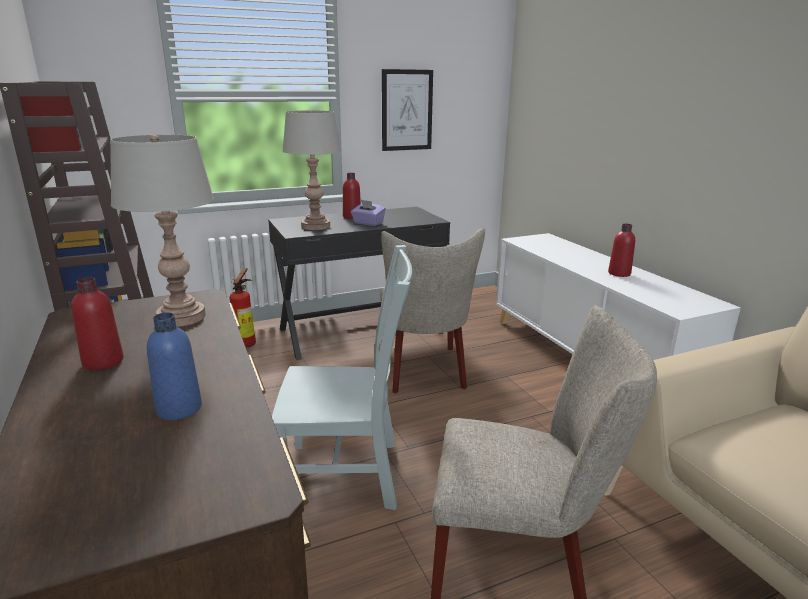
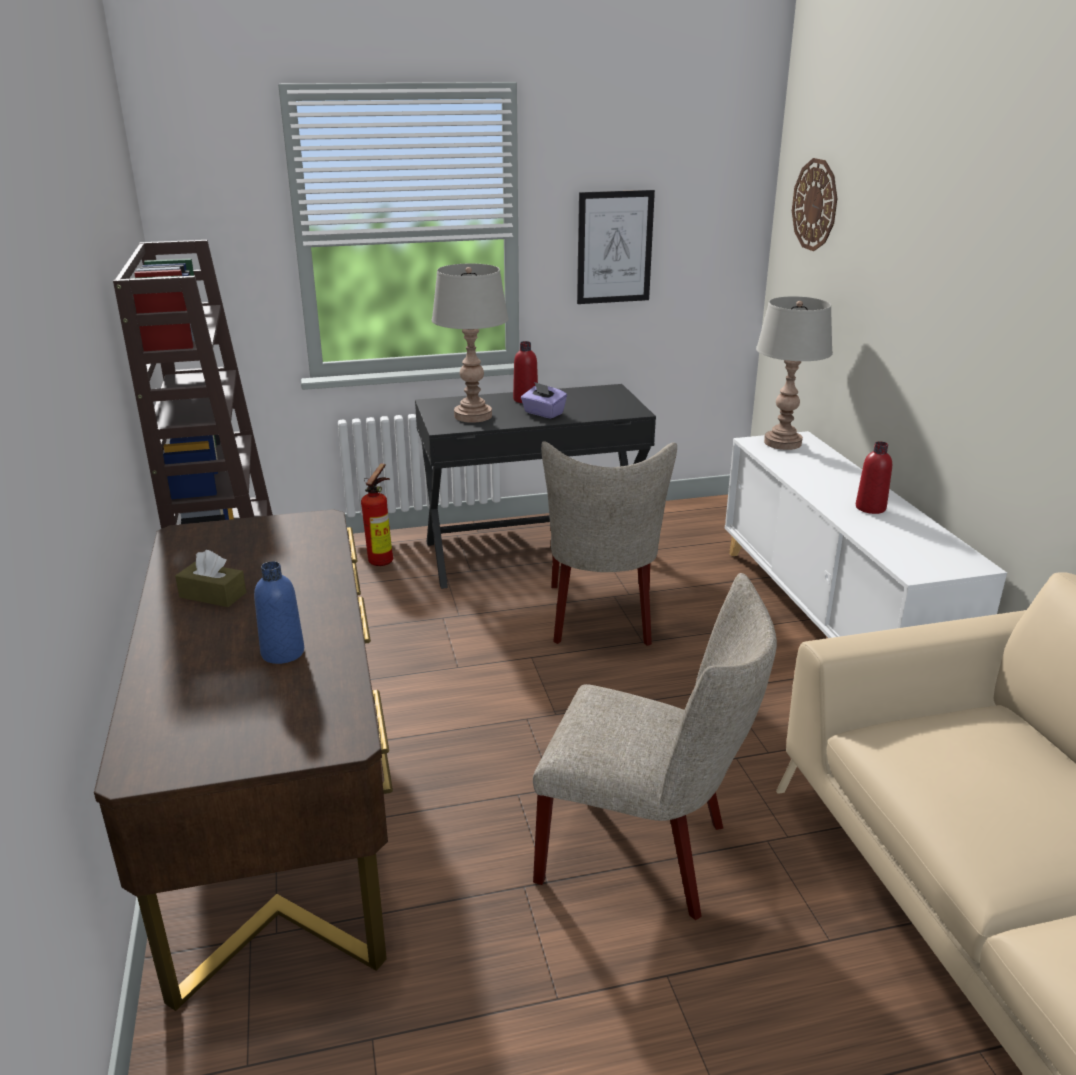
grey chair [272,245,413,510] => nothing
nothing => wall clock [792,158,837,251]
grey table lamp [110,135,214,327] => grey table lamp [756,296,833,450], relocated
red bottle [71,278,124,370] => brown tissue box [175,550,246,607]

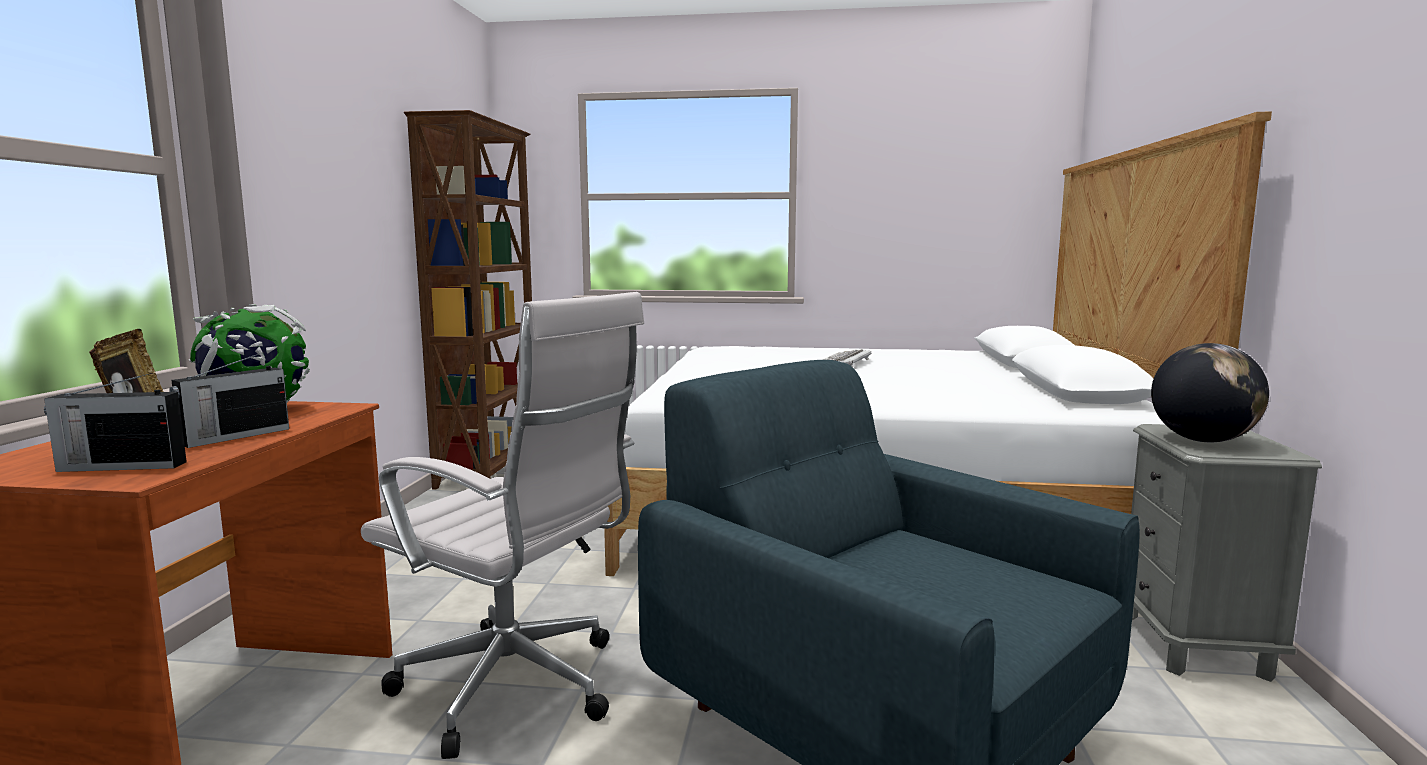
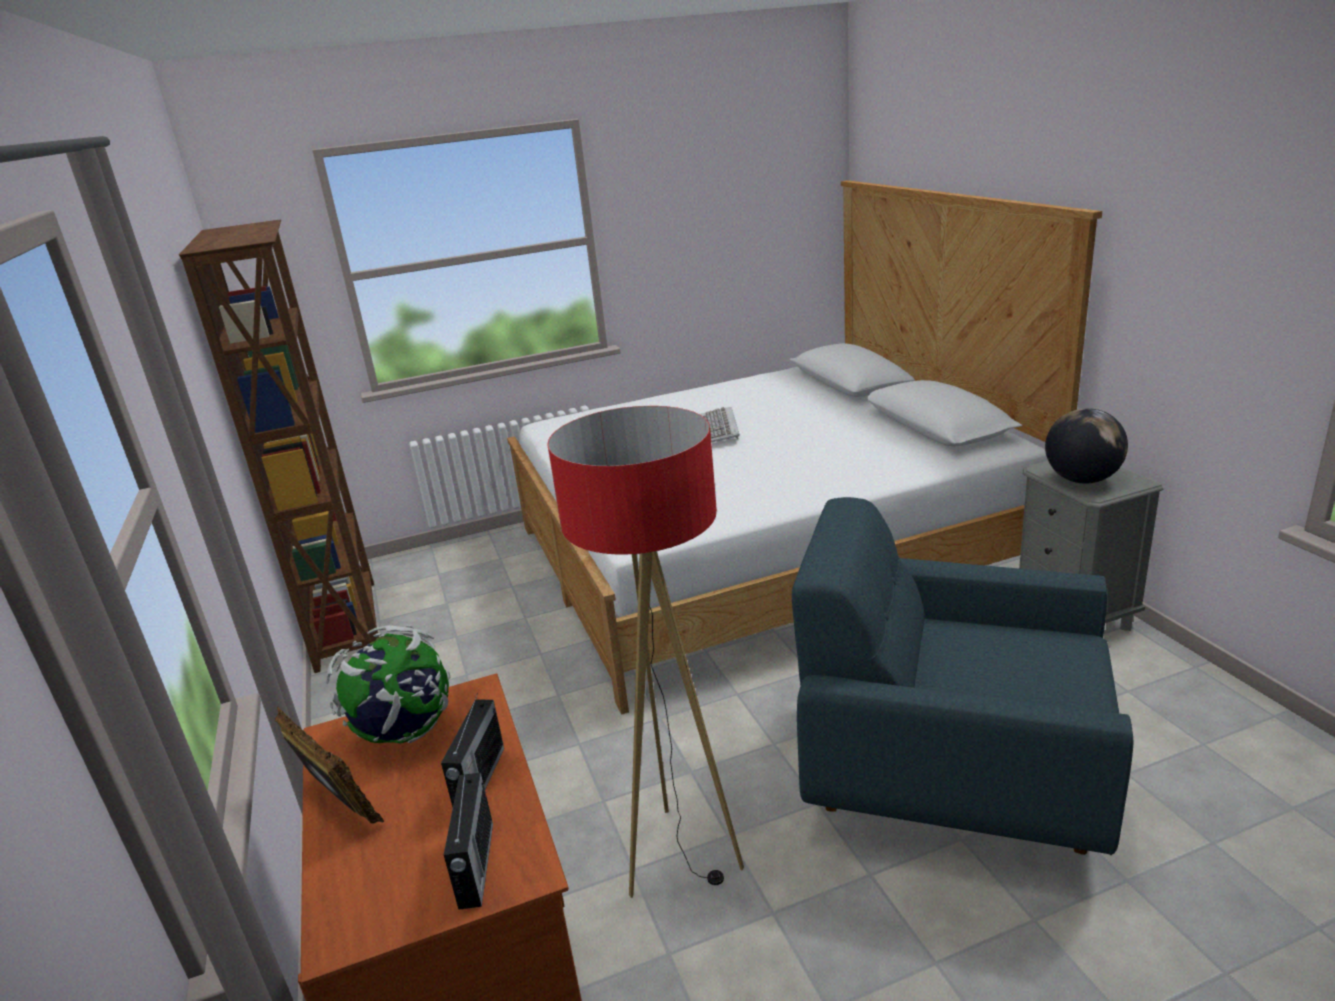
white office chair [361,292,644,759] => floor lamp [547,406,744,898]
radio [44,373,187,472] => radio [444,768,493,910], 60 degrees counterclockwise

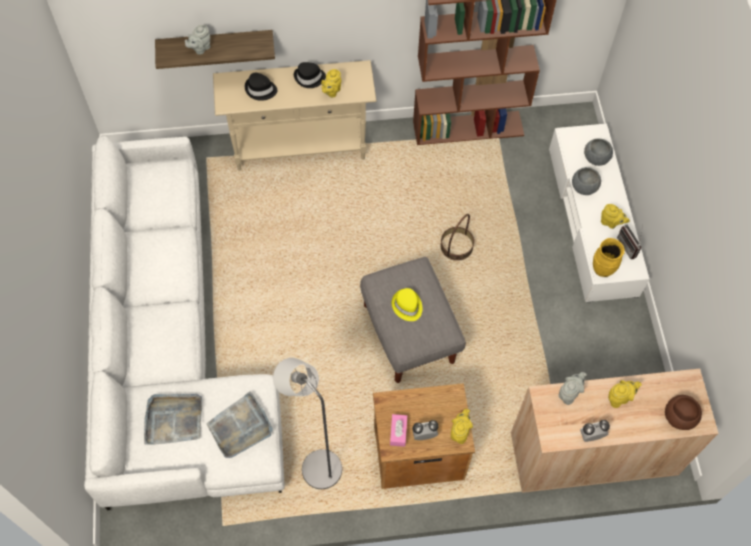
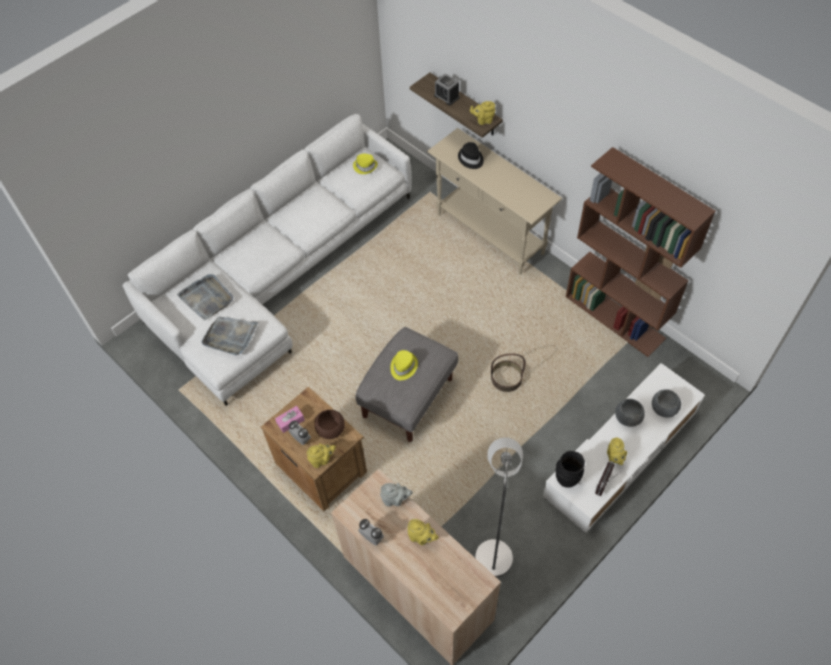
black hat [294,62,326,88] => nothing
nothing => yellow hat [353,154,378,174]
grey floor lamp [273,358,342,489] => grey floor lamp [475,437,523,577], relocated
yellow teapot [321,69,341,98] => yellow teapot [470,101,495,125], relocated
brown bowl [665,395,702,430] => brown bowl [314,410,345,439], relocated
grey teapot [185,25,210,55] => alarm clock [434,73,460,106]
yellow vase [593,238,625,277] => black vase [556,451,585,487]

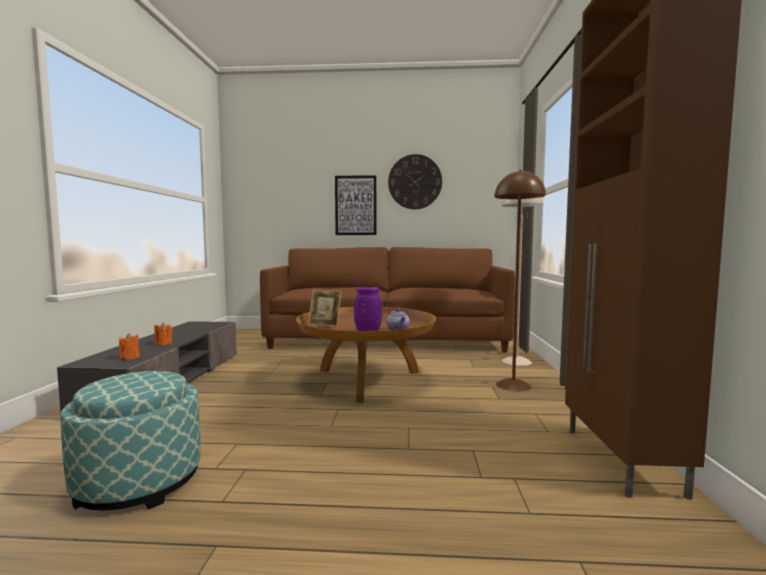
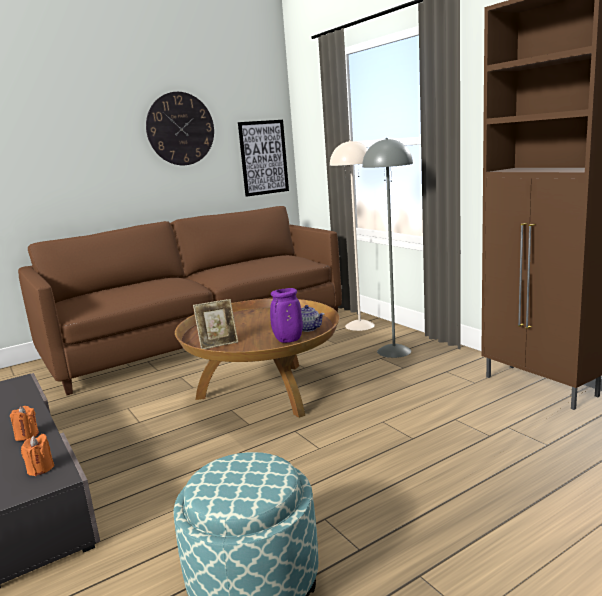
picture [335,175,376,235] => picture [238,120,289,197], relocated
brown floor lamp [494,170,546,392] => grey floor lamp [362,138,413,358]

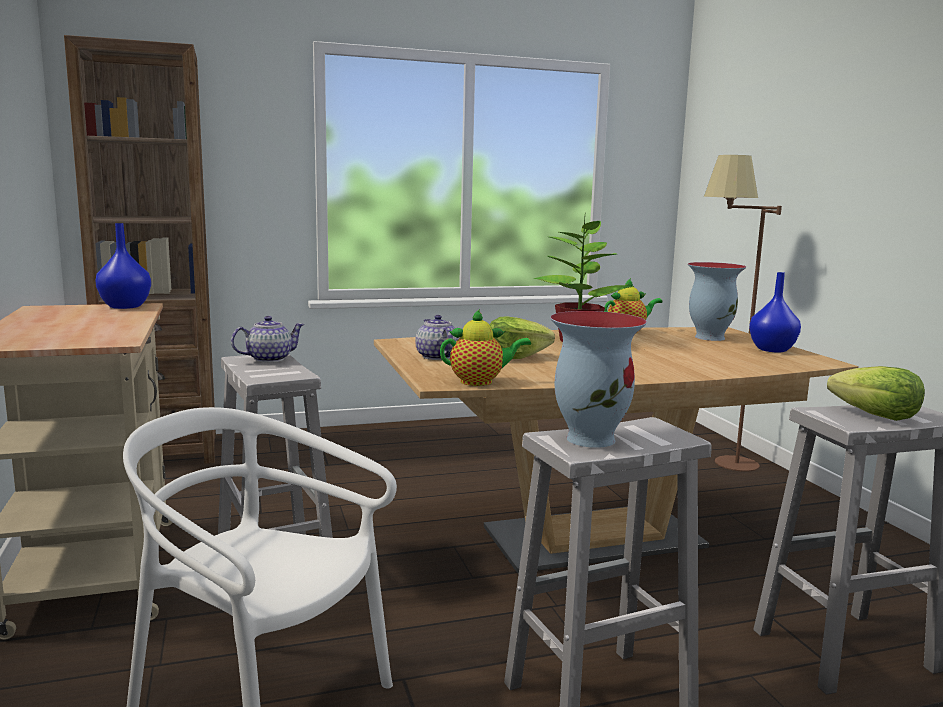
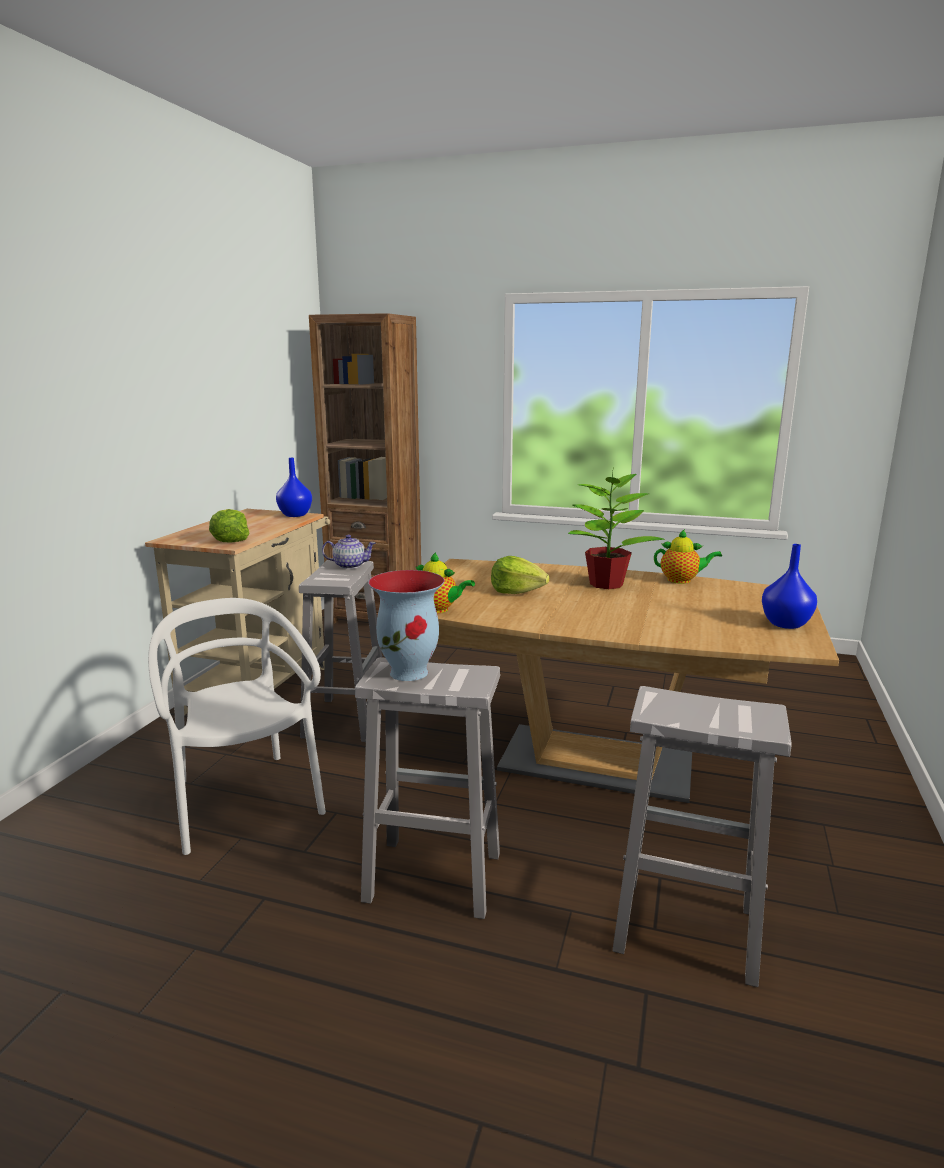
teapot [415,315,459,360] => nothing
vase [688,262,746,341] => nothing
brown floor lamp [704,155,782,472] => nothing
lettuce [827,366,925,421] => lettuce [209,509,249,543], relocated

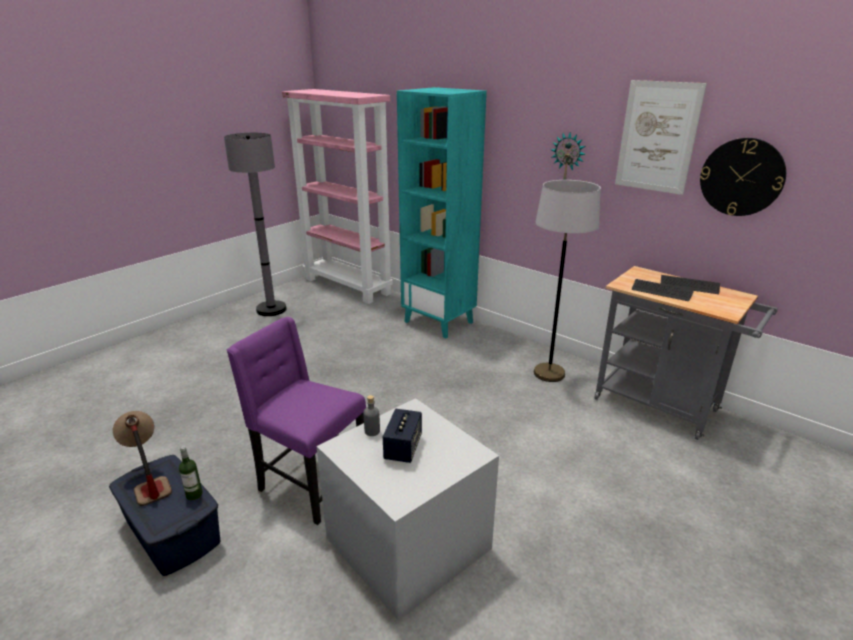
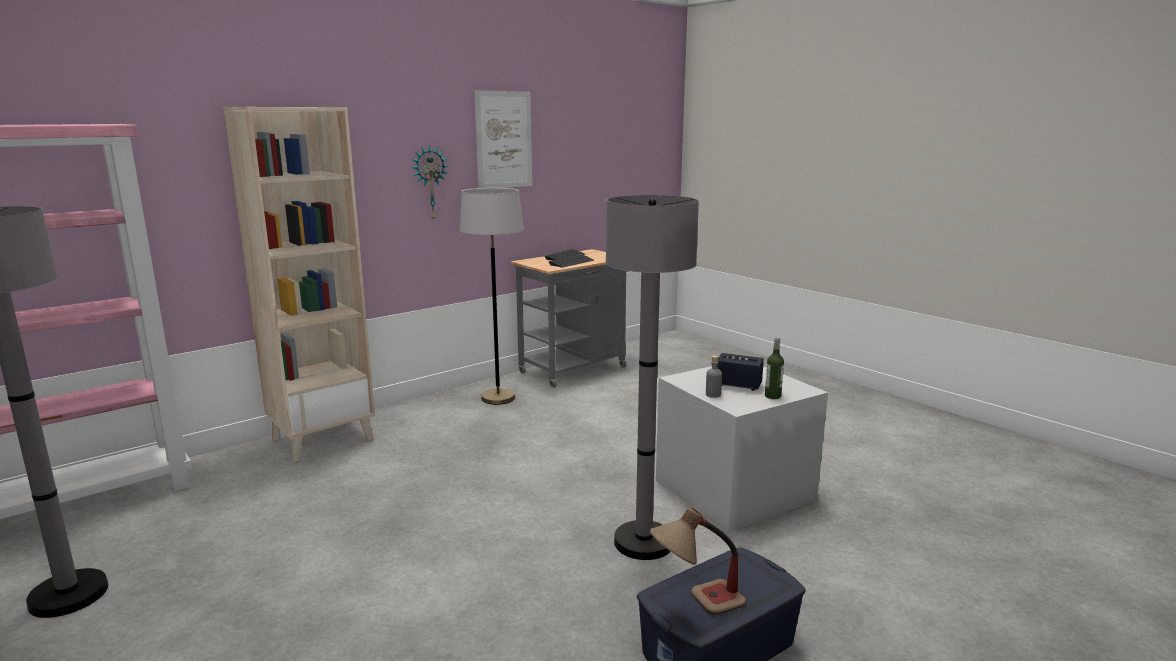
wall clock [700,138,786,216] => nothing
bottle [179,446,203,500] => bottle [765,337,784,399], relocated
purple chair [227,317,366,525] => grey floor lamp [606,195,699,560]
turquoise bookcase [397,87,487,339] => beige bookcase [223,107,375,462]

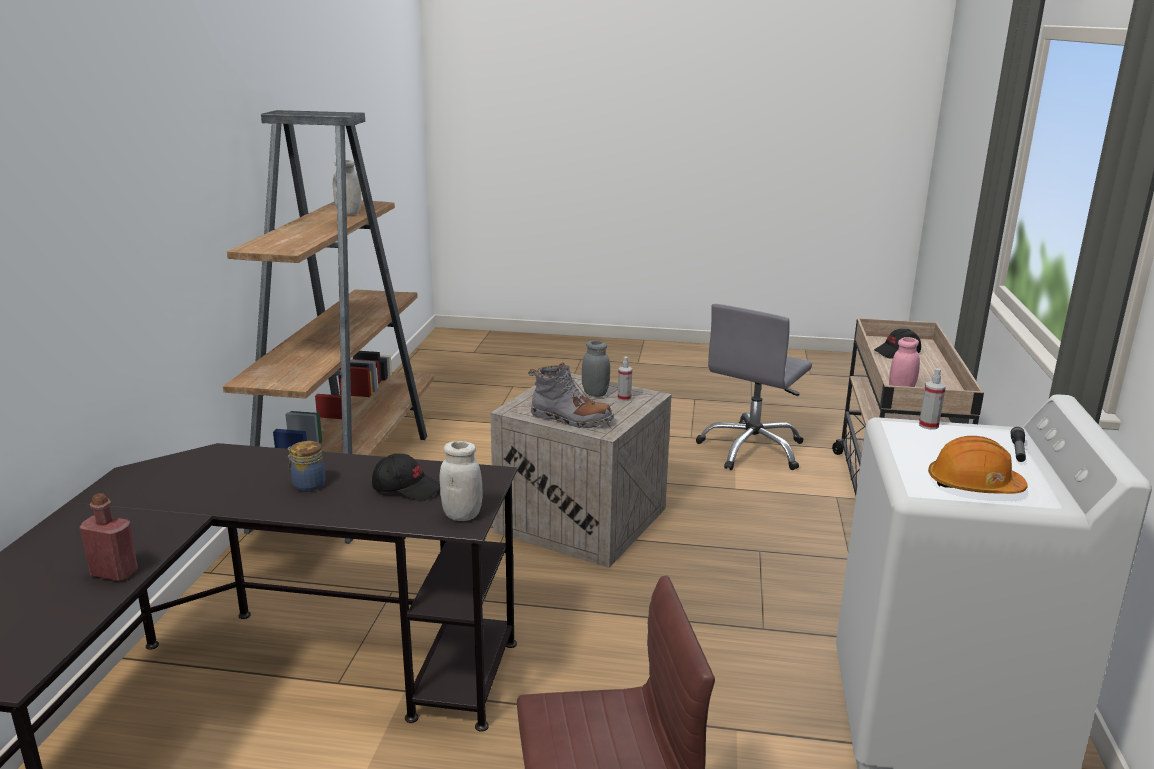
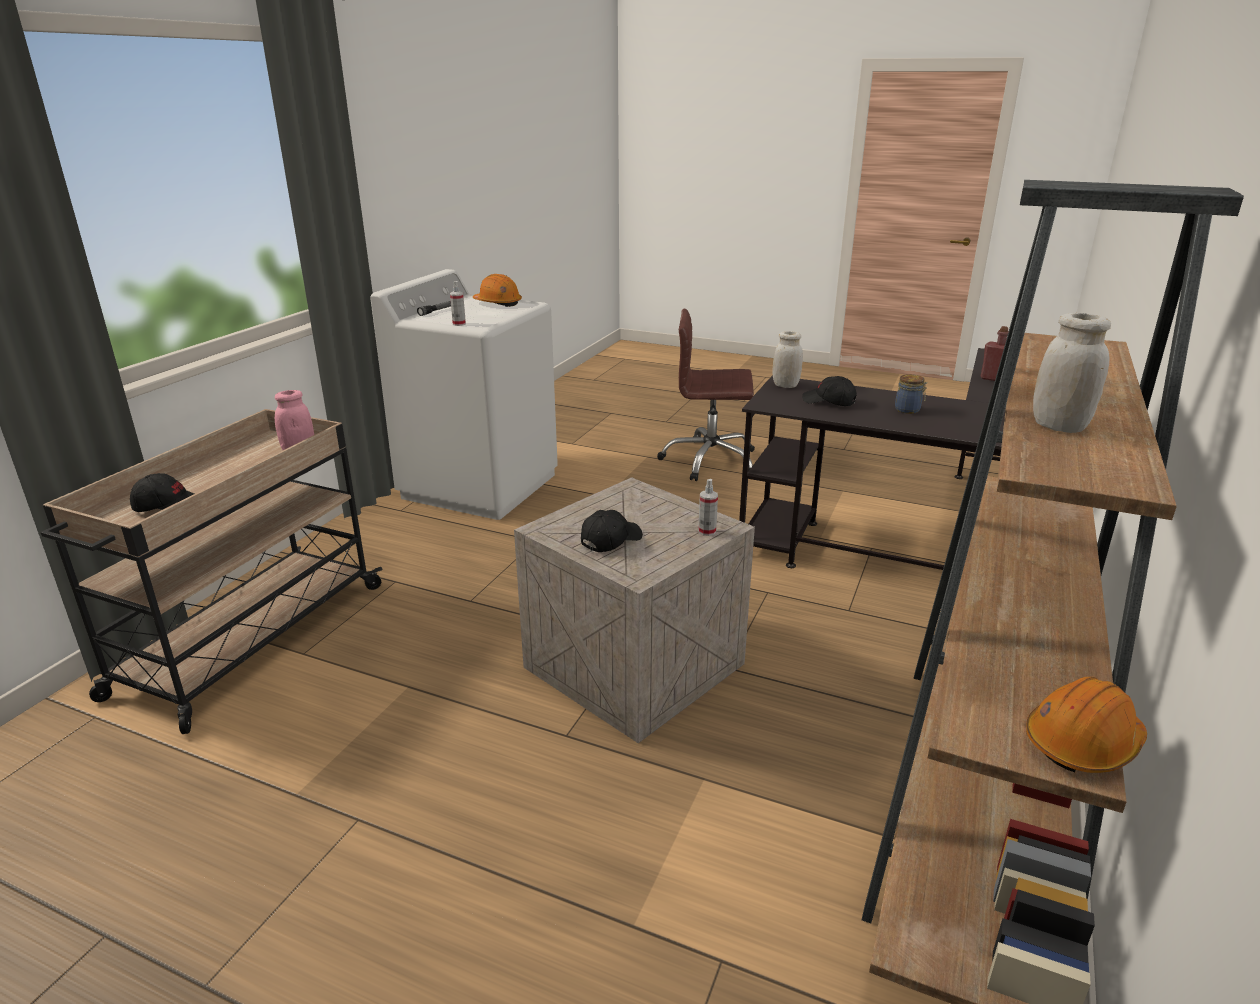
grey boot [528,362,614,428] => nothing
grey office chair [696,304,812,470] => nothing
nothing => orange hard hat [1026,677,1147,773]
spray bottle [618,357,632,401] => spray bottle [698,479,718,536], relocated
grey jar [582,340,610,397] => black cap [581,510,643,552]

